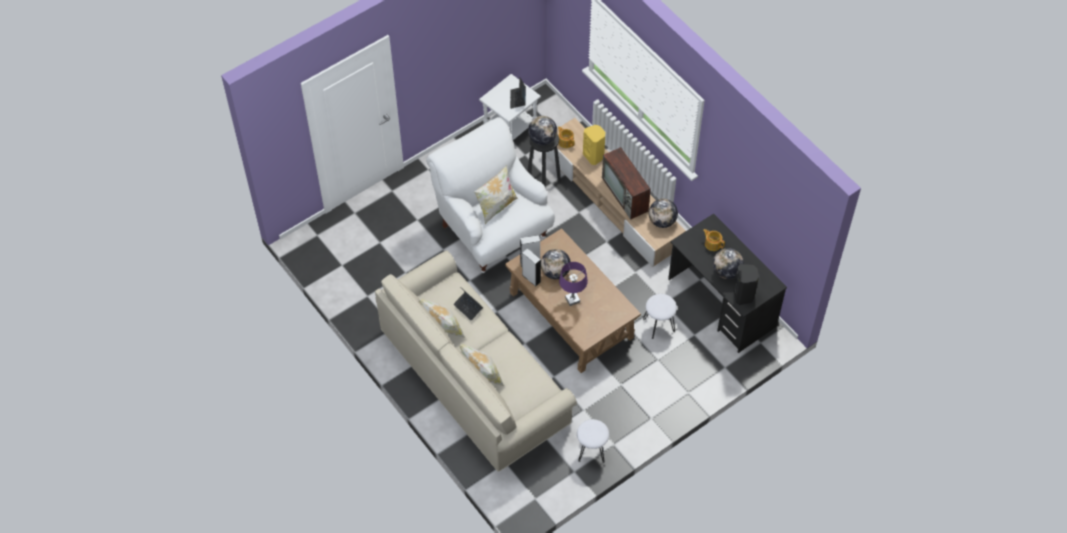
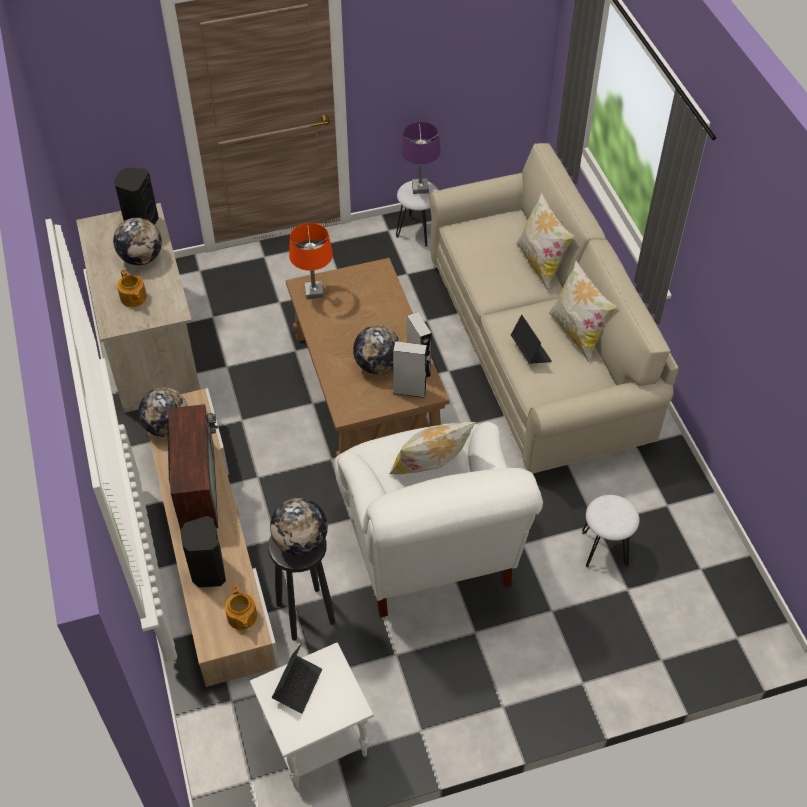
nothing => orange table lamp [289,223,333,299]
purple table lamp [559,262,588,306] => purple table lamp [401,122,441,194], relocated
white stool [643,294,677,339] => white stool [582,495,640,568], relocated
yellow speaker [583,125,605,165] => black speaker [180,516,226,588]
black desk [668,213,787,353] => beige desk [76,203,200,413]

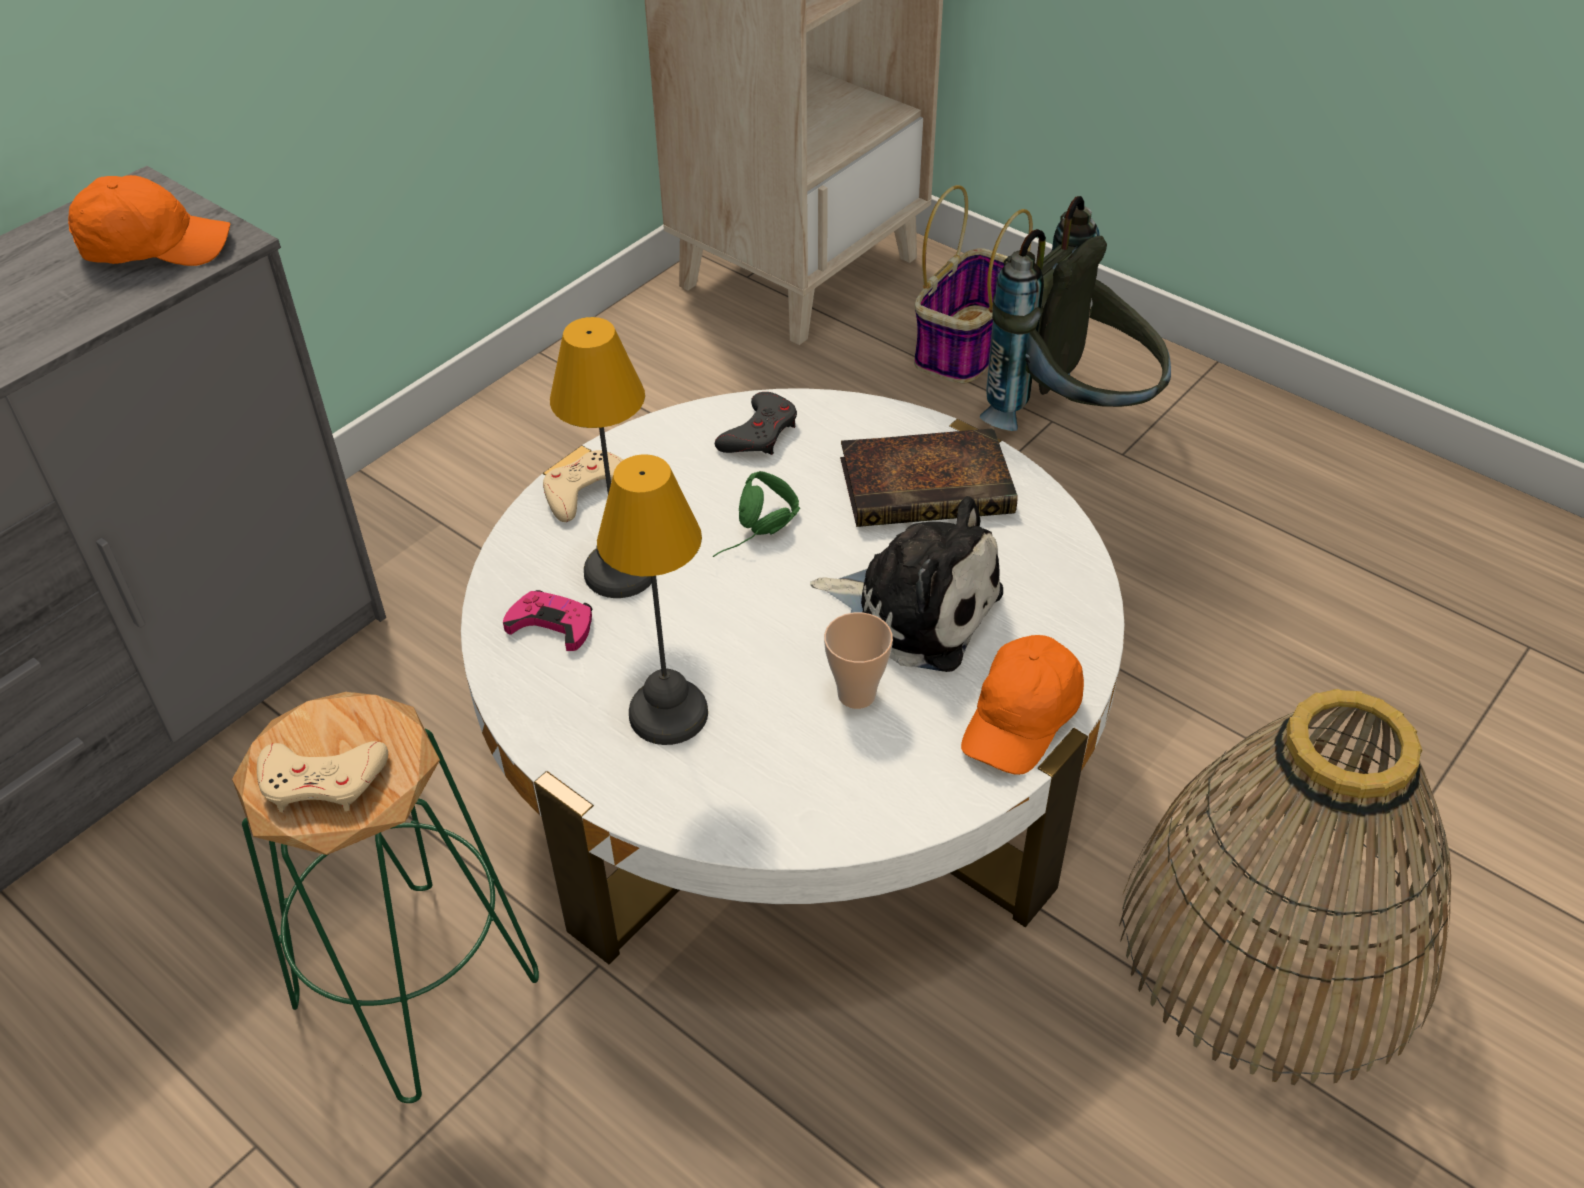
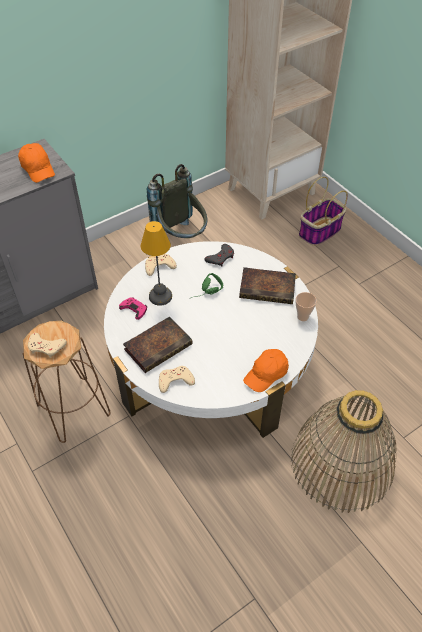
plush toy [810,496,1003,672] => nothing
nothing => beige game controller [159,366,195,393]
cup [824,612,893,709] => cup [295,292,317,321], relocated
grey backpack [980,196,1171,431] => grey backpack [147,164,208,238], relocated
table lamp [597,454,708,745] => book [123,317,193,373]
green stool [232,692,539,1103] => brown stool [23,321,110,443]
orange cap [68,175,230,266] => orange cap [18,143,55,183], 45 degrees clockwise

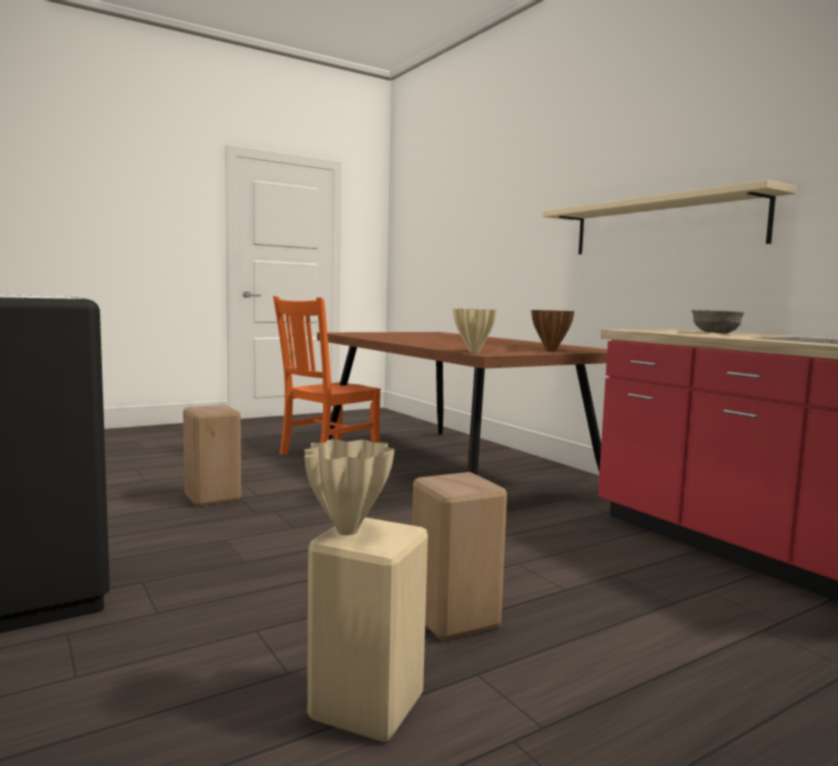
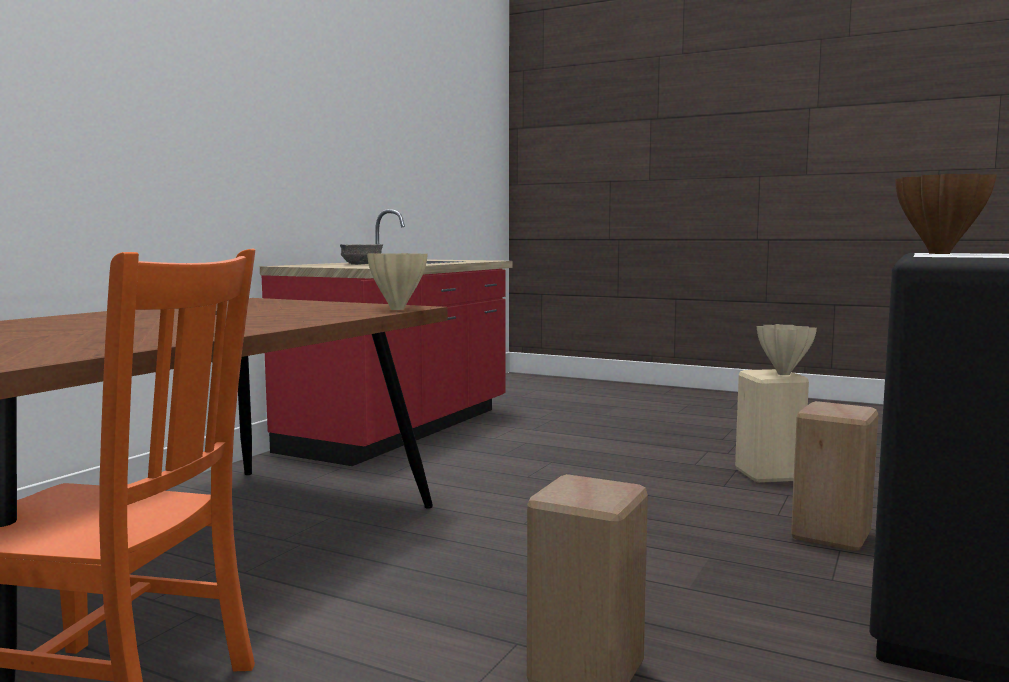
beige shelf [542,180,797,254] => nothing
beige stool [412,472,507,640] => beige stool [791,401,878,551], relocated
brown vase [531,310,575,352] => brown vase [895,174,997,254], relocated

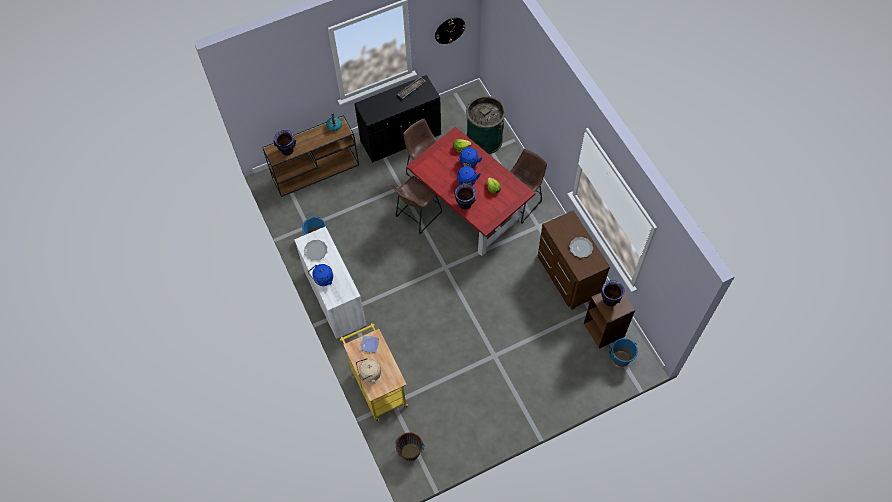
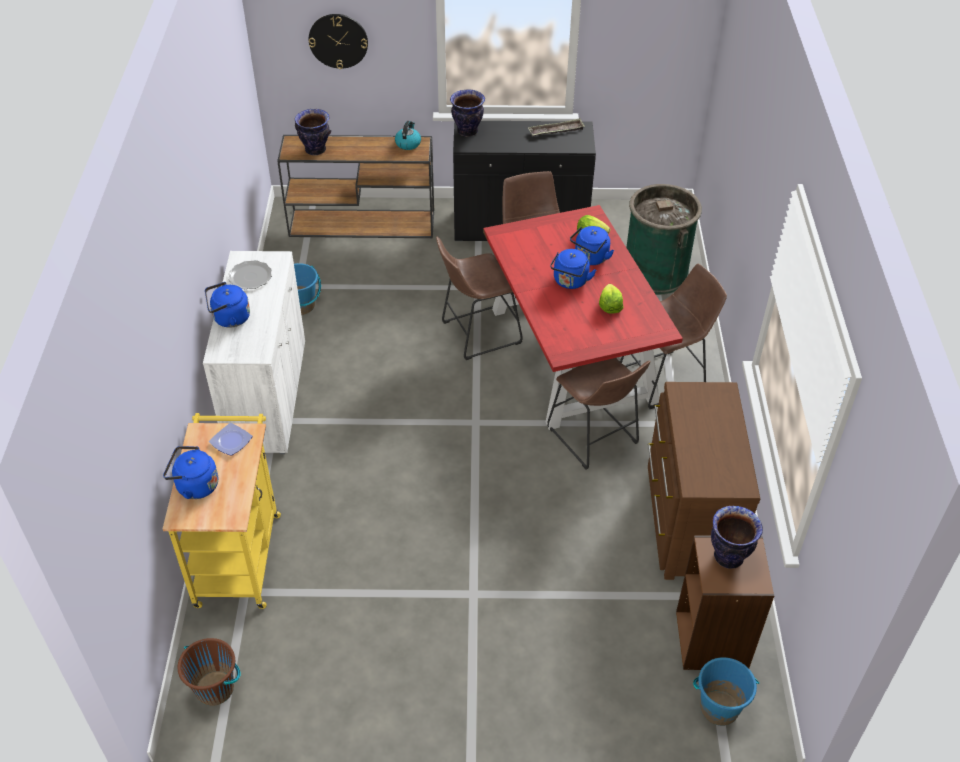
plate [569,237,593,258] => nothing
nothing => brown stool [547,358,650,469]
wall clock [435,18,466,44] => wall clock [309,14,368,69], relocated
vase [454,184,476,210] => vase [450,89,485,137], relocated
beige kettle [356,358,381,383] => blue kettle [163,446,218,499]

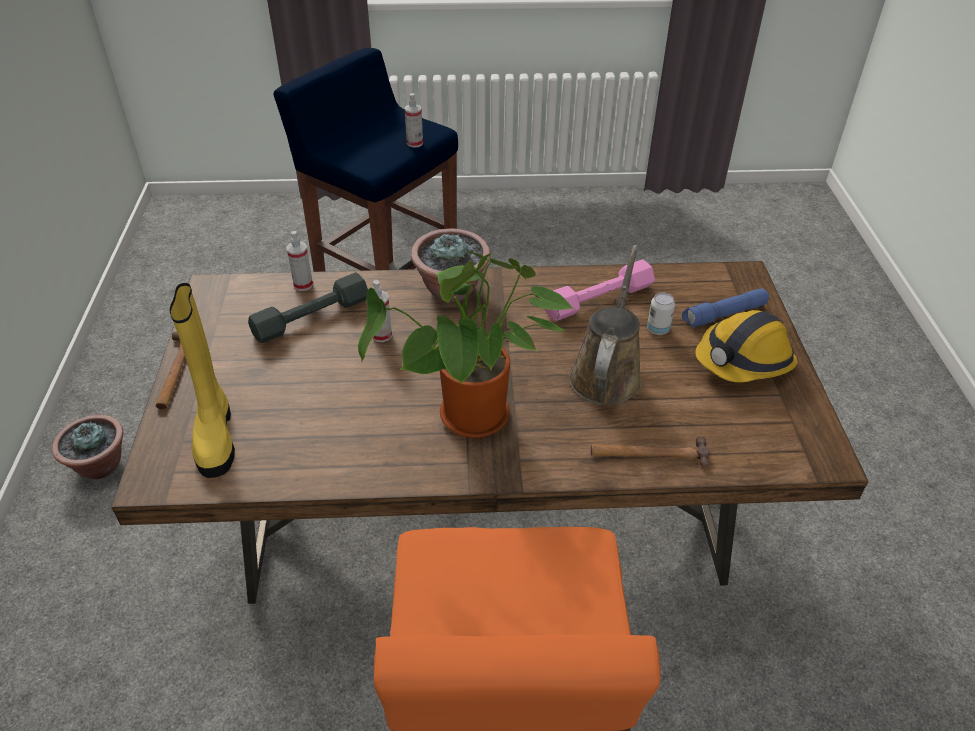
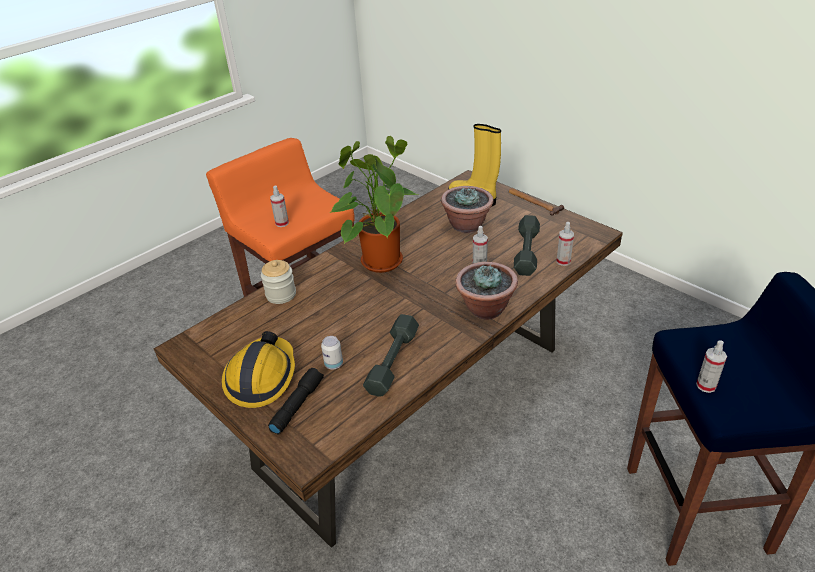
brown watering can [568,245,642,406] => nothing
nothing => spray bottle [270,186,289,227]
potted plant [52,415,123,479] => potted plant [441,186,494,233], relocated
hammer [591,437,709,466] => jar [261,260,296,304]
pink dumbbell [545,259,655,321] => grey dumbbell [363,314,419,397]
blue flashlight [682,288,769,328] => black flashlight [268,368,324,435]

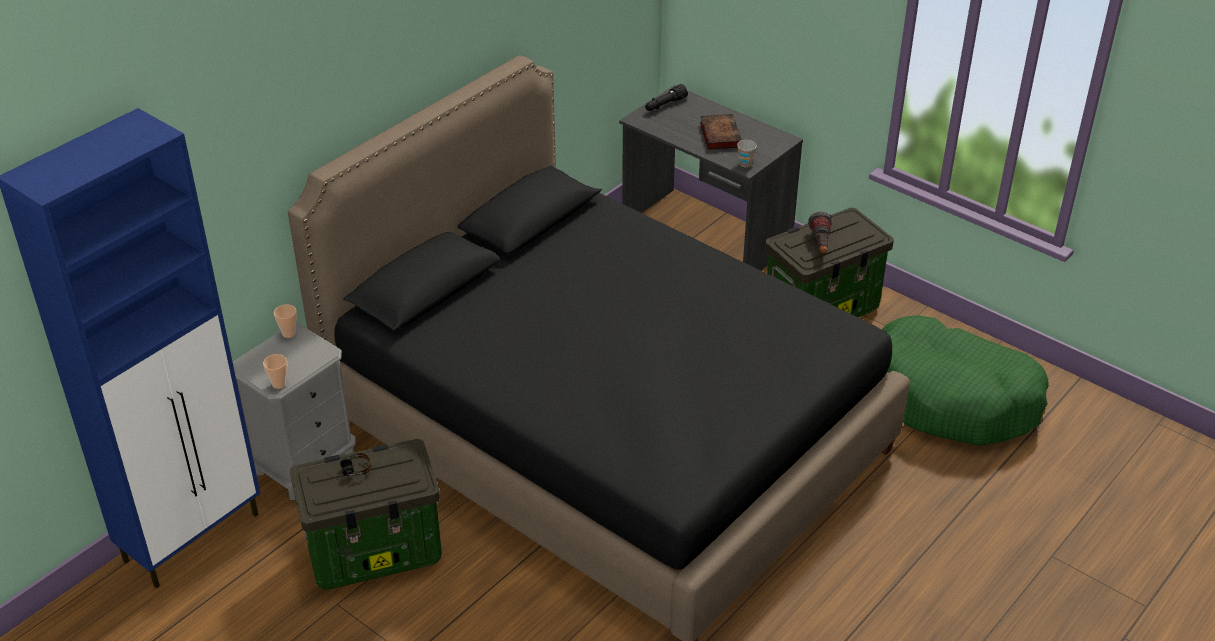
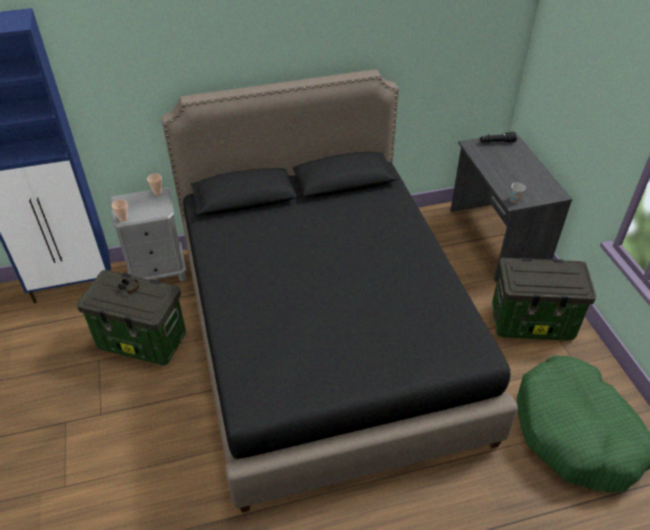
book [700,114,742,150] => nothing
flashlight [808,212,832,253] => nothing

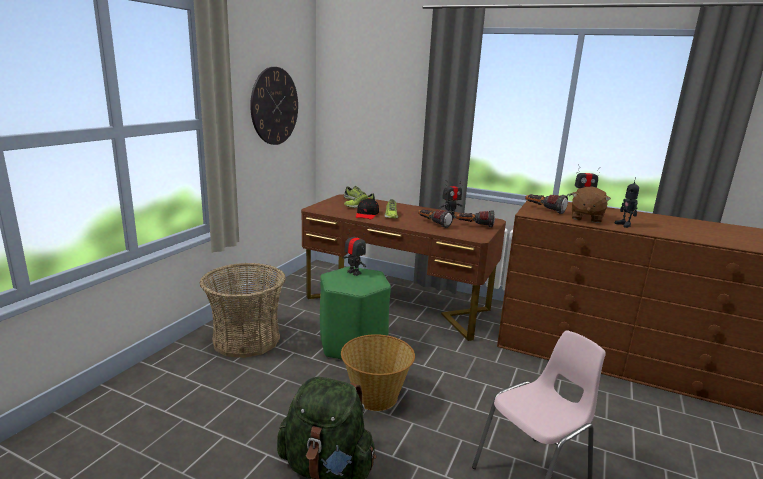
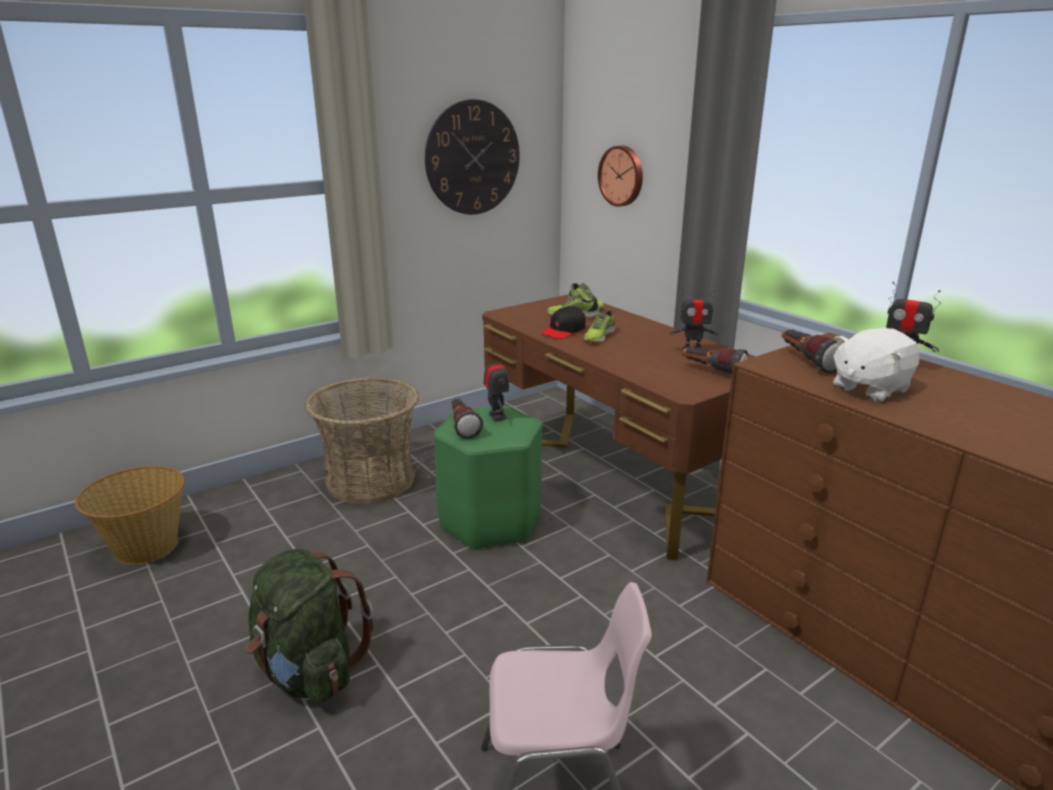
toy robot [615,177,639,228] => nothing
nothing => wall clock [598,146,643,207]
basket [341,334,415,411] => basket [75,466,185,564], relocated
flashlight [418,209,453,228] => flashlight [451,399,483,439], relocated
brown plush toy [572,187,611,223] => white plush toy [833,328,920,402]

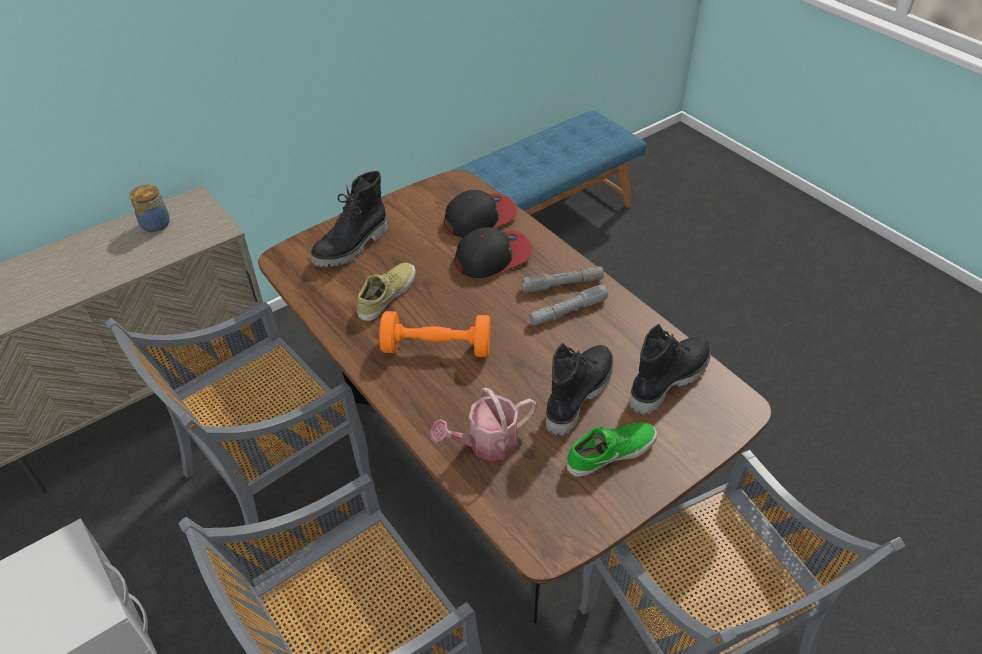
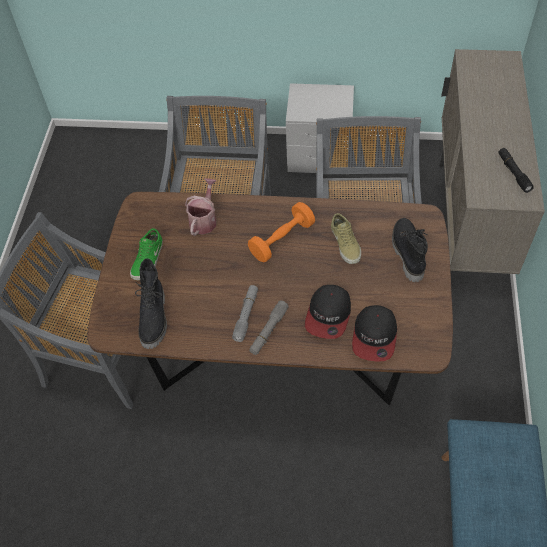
black boot [546,342,613,436] => nothing
jar [130,185,170,232] => black flashlight [499,148,534,193]

